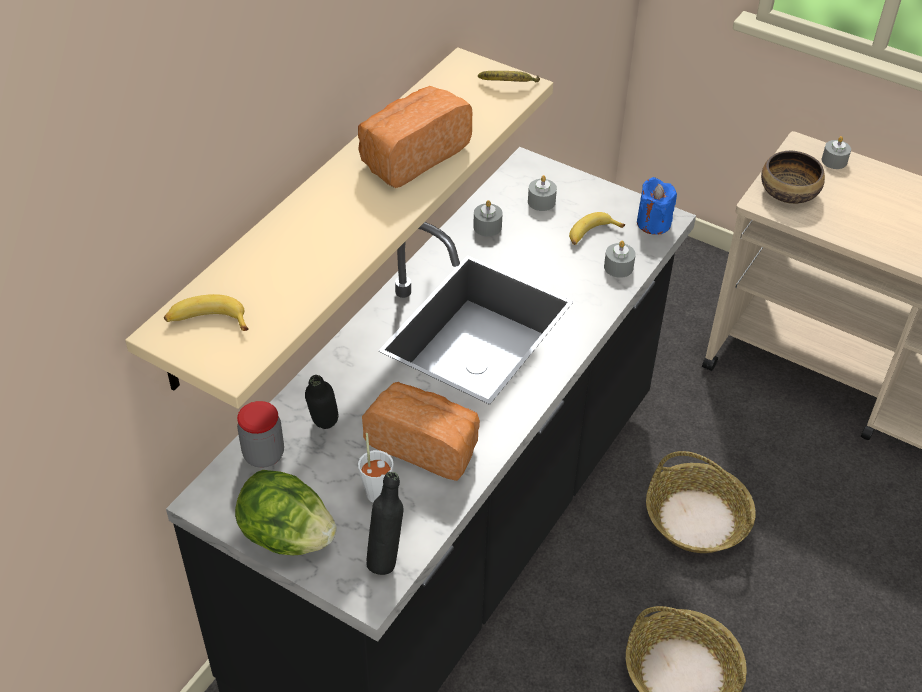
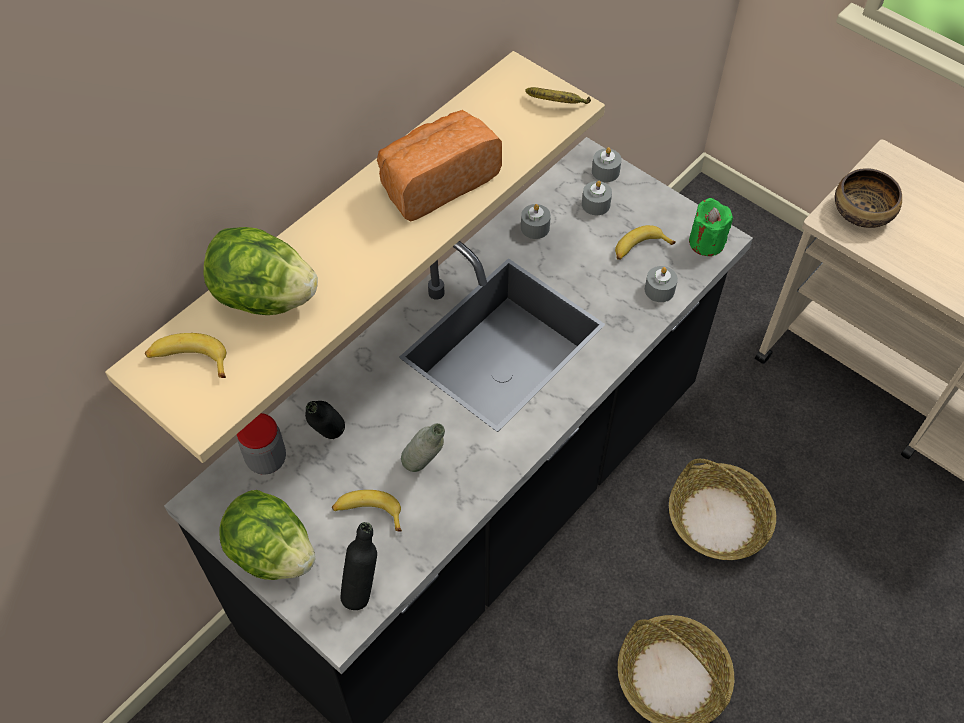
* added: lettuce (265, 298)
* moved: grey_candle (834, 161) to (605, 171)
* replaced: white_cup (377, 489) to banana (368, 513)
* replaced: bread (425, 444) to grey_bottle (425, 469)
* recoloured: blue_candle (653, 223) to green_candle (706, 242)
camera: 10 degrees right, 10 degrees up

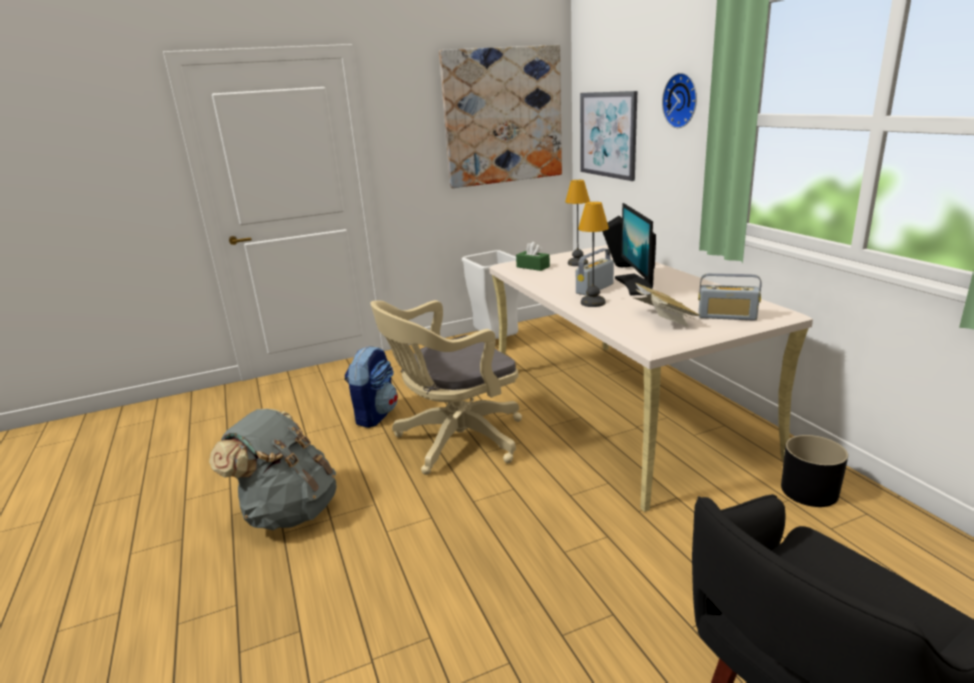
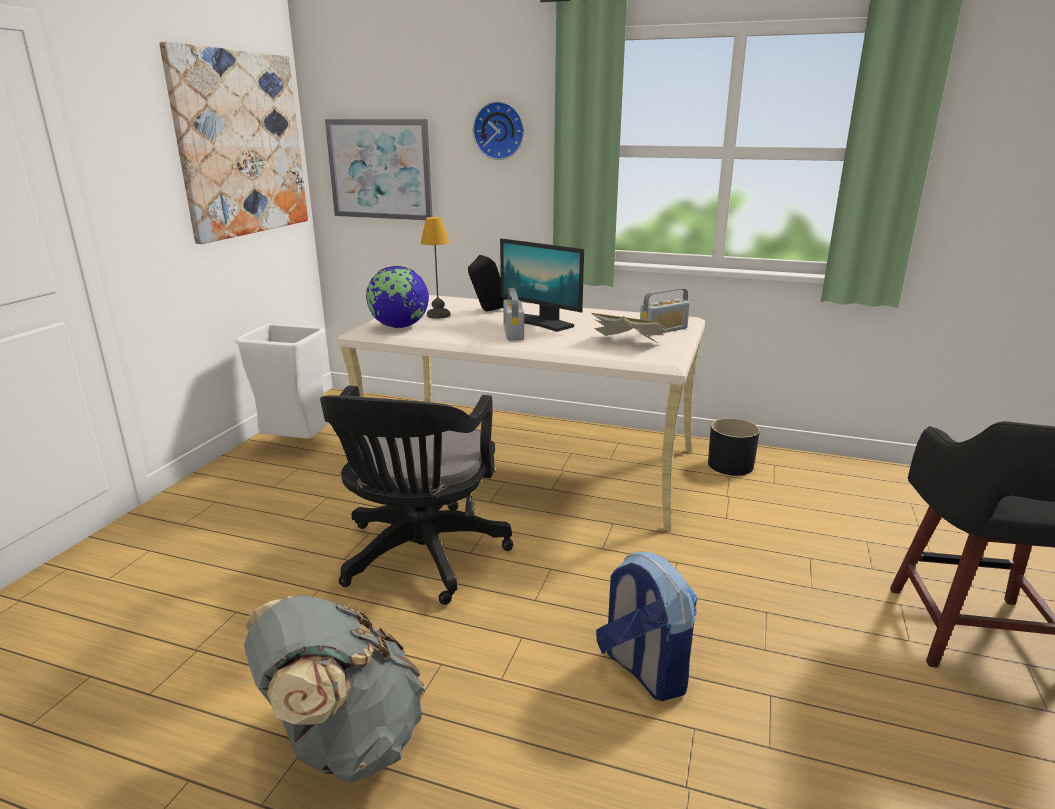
* removed: table_lamp (593, 302)
* moved: backpack (375, 415) to (643, 669)
* replaced: green_tissue_box (533, 267) to globe (399, 327)
* recoloured: beige_office_chair (454, 441) to black_office_chair (420, 558)
camera: 50 degrees left, 0 degrees up

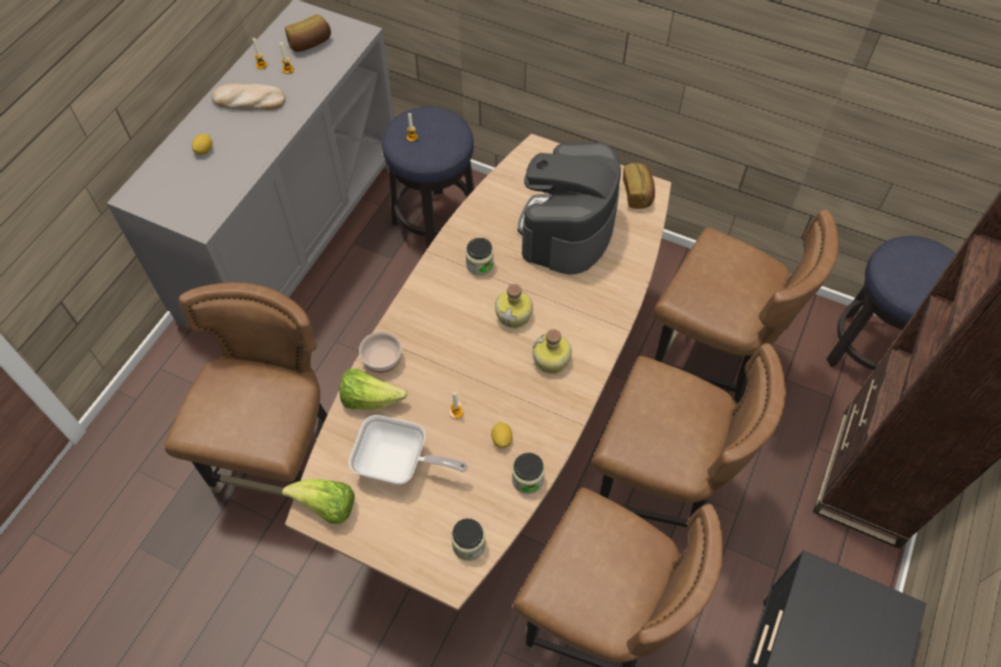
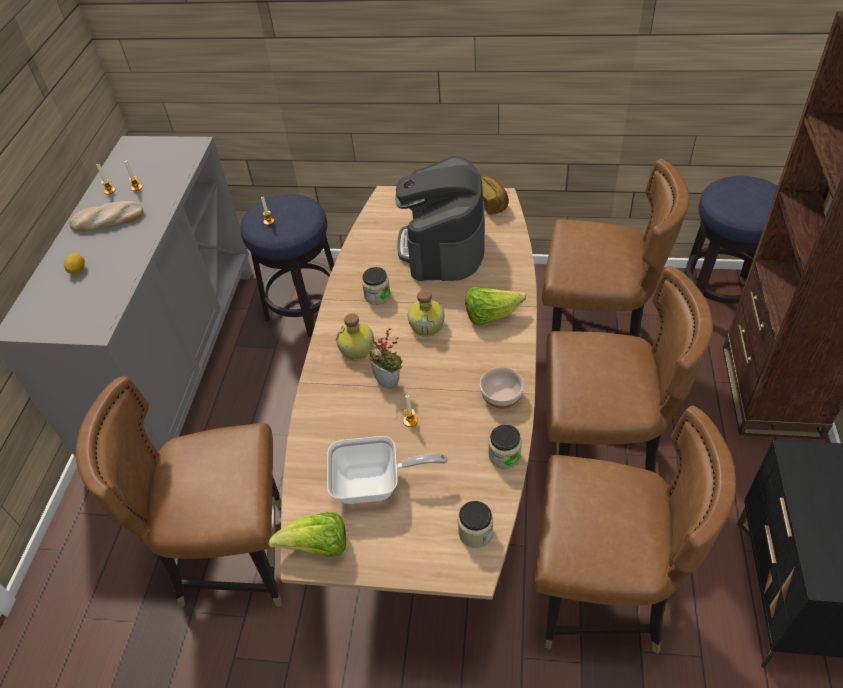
* removed: bread (310, 43)
* removed: lemon (501, 439)
* added: potted_plant (389, 381)
* moved: lettuce (370, 399) to (490, 315)
* moved: bowl (382, 359) to (501, 396)
* moved: bottle (551, 360) to (357, 349)
* turned: brown_chair (282, 461) = (234, 557) 90 degrees counterclockwise
camera: 15 degrees left, 10 degrees down

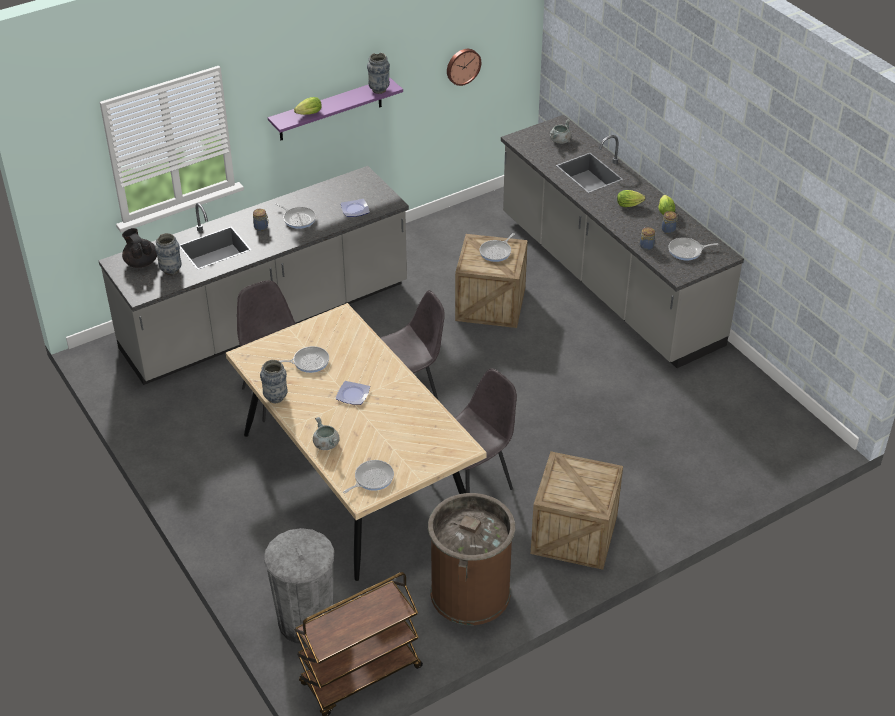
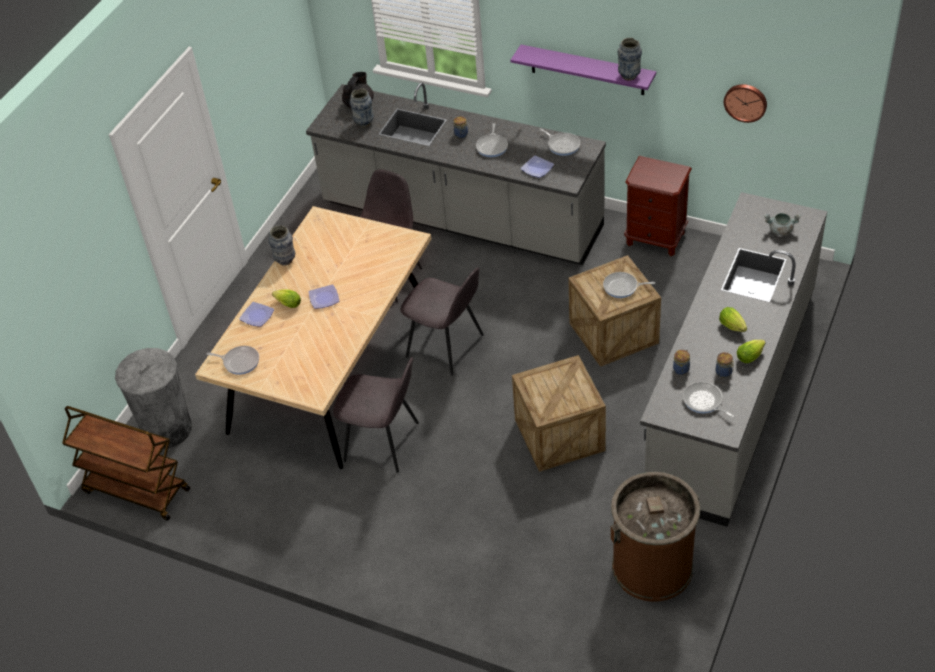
* added: brown_nightstand (655, 238)
* moved: frying_pan (309, 362) to (562, 145)
* moved: lettuce (308, 114) to (287, 304)
* moved: brown_trash_can (470, 592) to (652, 566)
* moved: crate (574, 534) to (559, 435)
* replaced: grey_cooking_pot (326, 444) to plate (257, 315)
camera: 60 degrees right, 5 degrees up

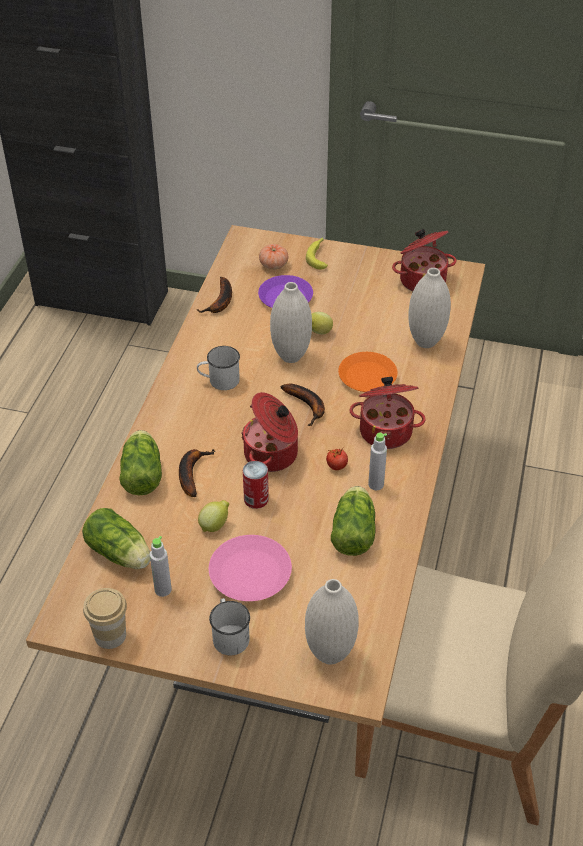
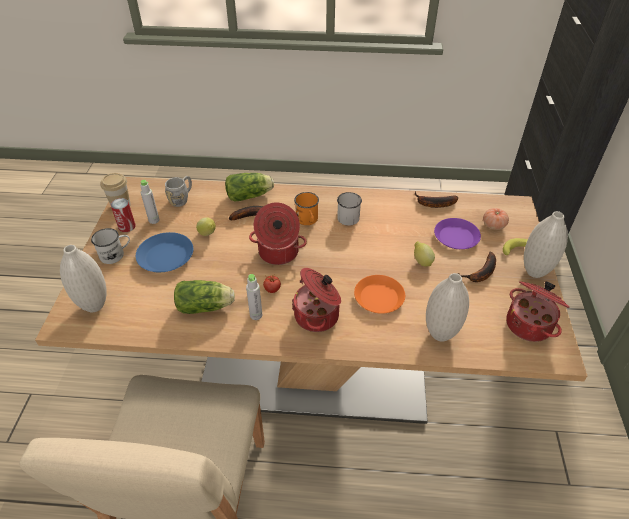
* added: orange_mug (308, 220)
* moved: can (256, 499) to (127, 226)
* moved: white_vase (291, 356) to (534, 272)
* moved: banana (307, 406) to (481, 273)
* replaced: lettuce (121, 554) to grey_mug (182, 199)
* recoloured: pink_plate (249, 574) to blue_plate (166, 256)
camera: 80 degrees right, 0 degrees up

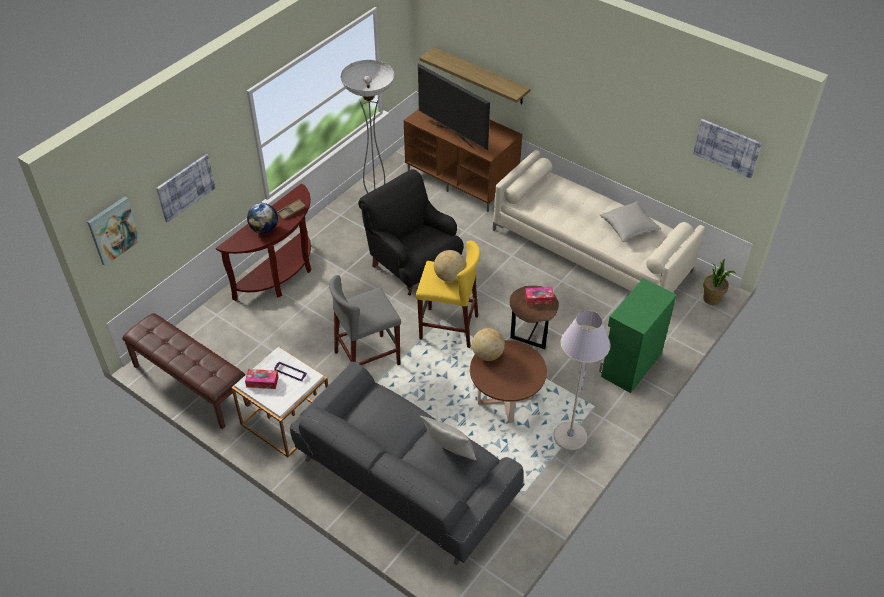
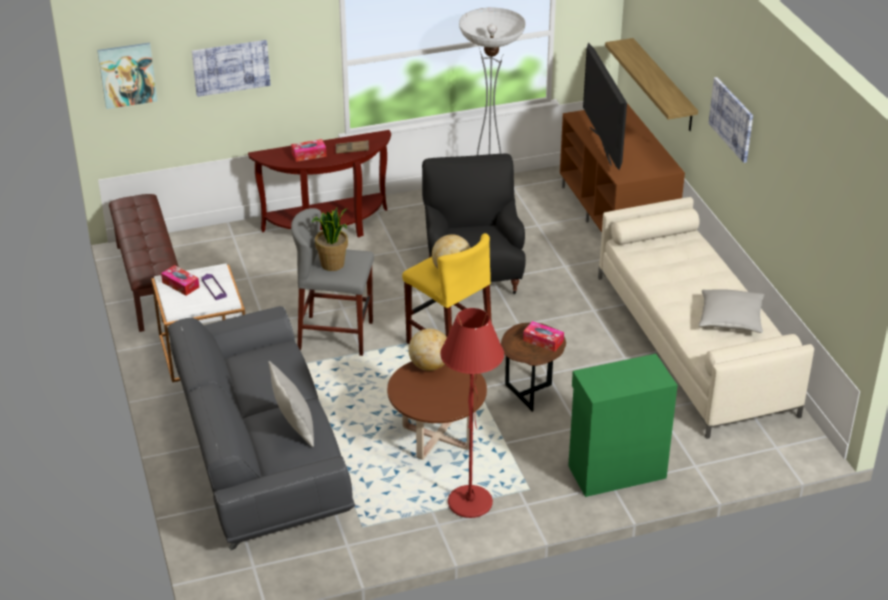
* moved: picture (727, 147) to (732, 119)
* moved: potted_plant (712, 299) to (332, 264)
* replaced: globe (264, 229) to tissue_box (309, 155)
* recoloured: grey_floor_lamp (570, 436) to red_floor_lamp (470, 502)
camera: 35 degrees right, 10 degrees down

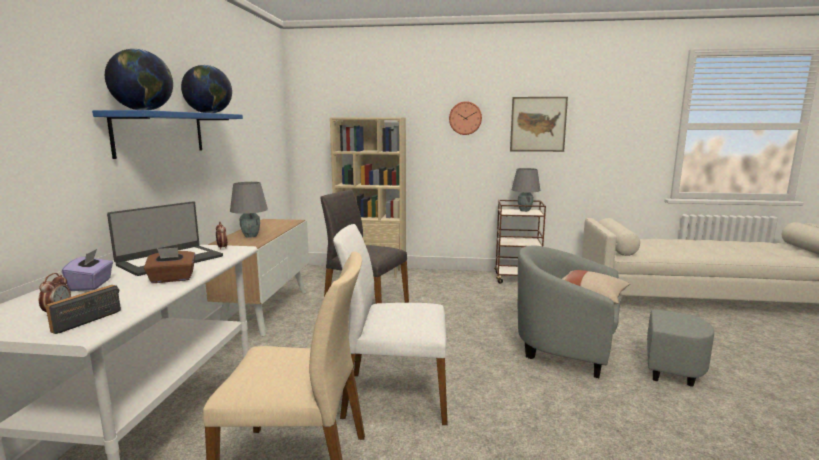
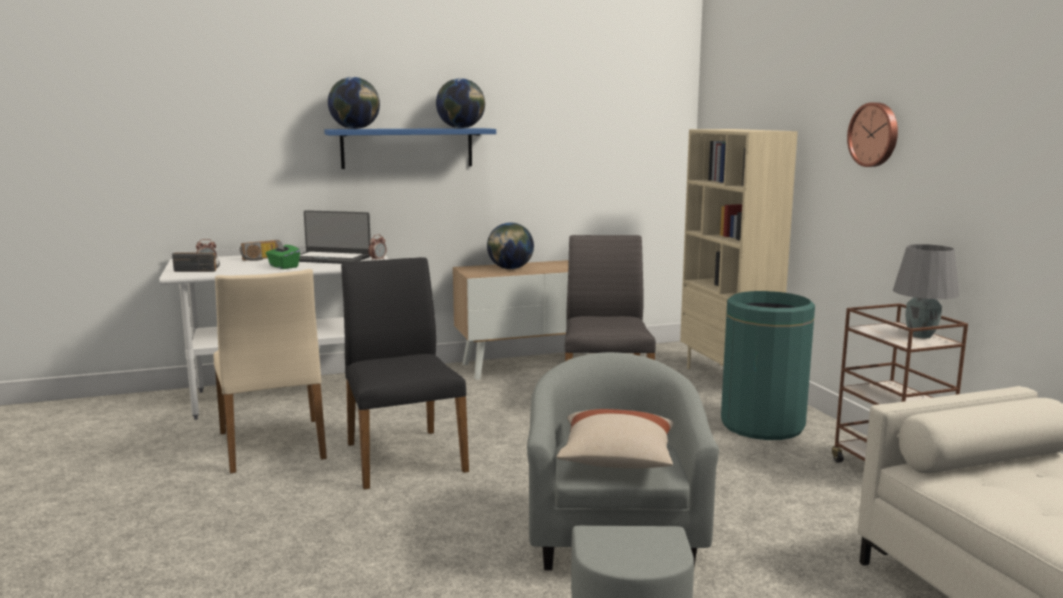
* removed: picture (538, 124)
* added: green_trash_can (762, 425)
* replaced: purple_tissue_box (92, 285) to radio (261, 259)
* replaced: grey_table_lamp (251, 236) to globe (510, 269)
* recoloured: brown_tissue_box (172, 279) to green_tissue_box (283, 266)
* recoloured: white_chair (394, 395) to black_chair (403, 456)
camera: 65 degrees right, 0 degrees up

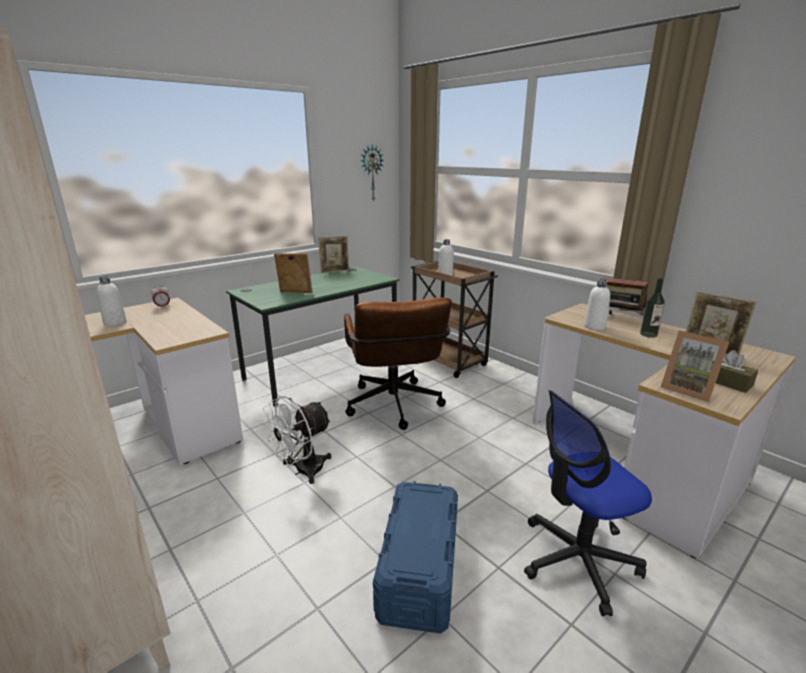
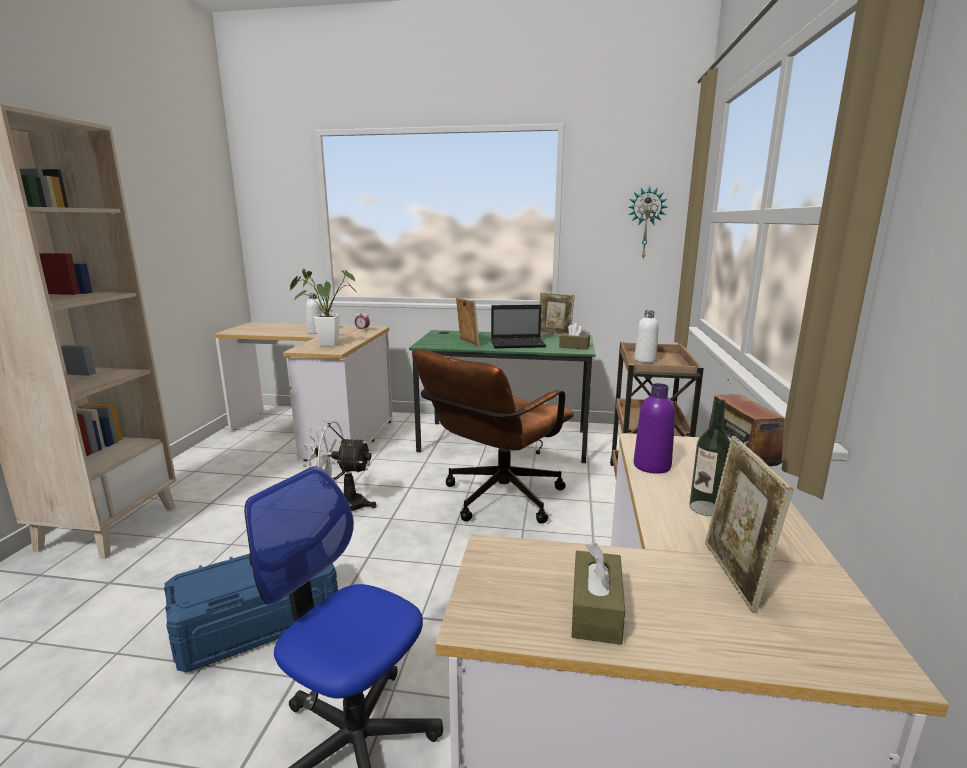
* removed: picture_frame (688, 389)
* added: potted_plant (324, 344)
* added: laptop (519, 344)
* added: brown_tissue_box (574, 347)
* recoloured: white_bottle (594, 327) to purple_bottle (652, 466)
camera: 50 degrees right, 5 degrees down

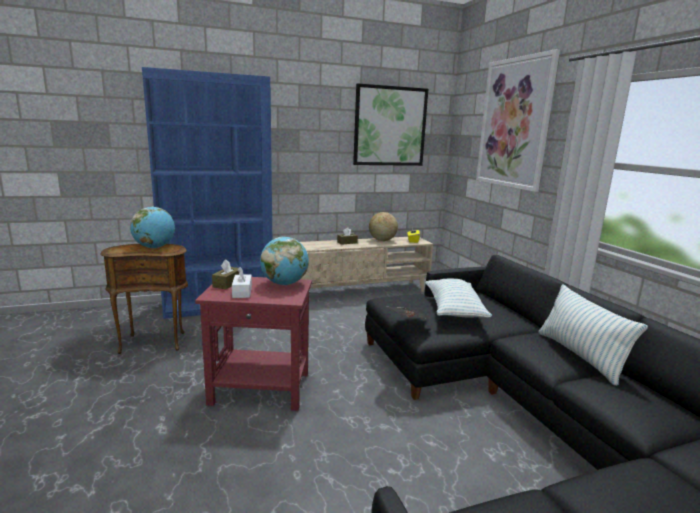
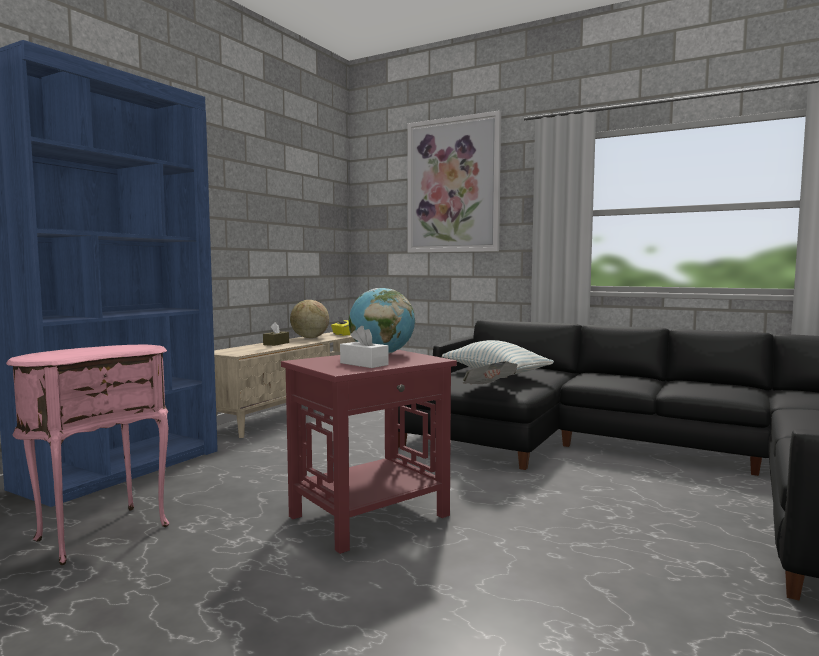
* removed: globe (154, 247)
* removed: brown_tissue_box (227, 283)
* removed: picture (390, 126)
* removed: pillow (580, 356)
* recoloured: brown_side_table (154, 342) to pink_side_table (100, 533)
camera: 40 degrees left, 10 degrees down

